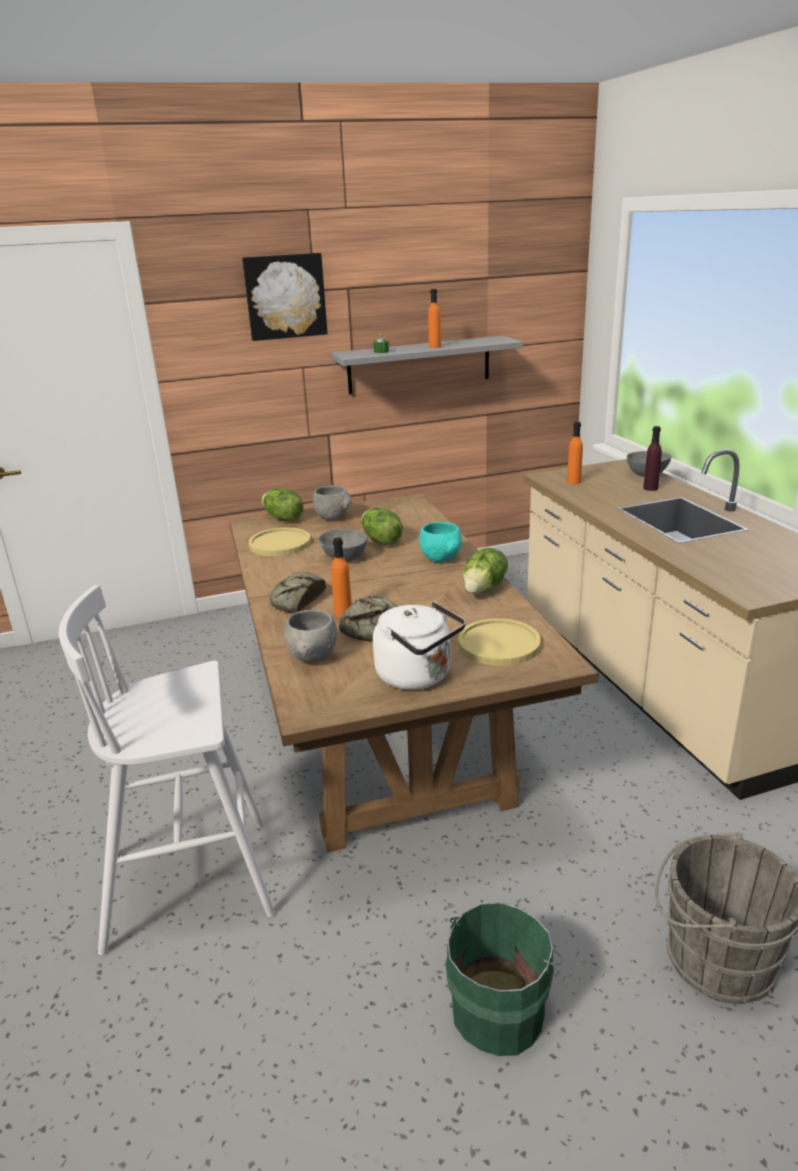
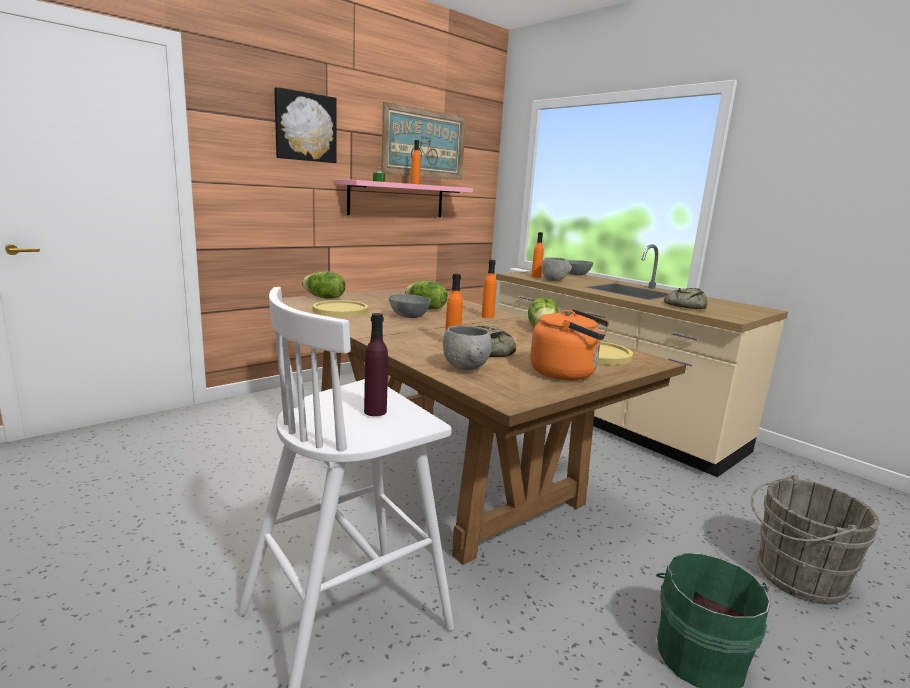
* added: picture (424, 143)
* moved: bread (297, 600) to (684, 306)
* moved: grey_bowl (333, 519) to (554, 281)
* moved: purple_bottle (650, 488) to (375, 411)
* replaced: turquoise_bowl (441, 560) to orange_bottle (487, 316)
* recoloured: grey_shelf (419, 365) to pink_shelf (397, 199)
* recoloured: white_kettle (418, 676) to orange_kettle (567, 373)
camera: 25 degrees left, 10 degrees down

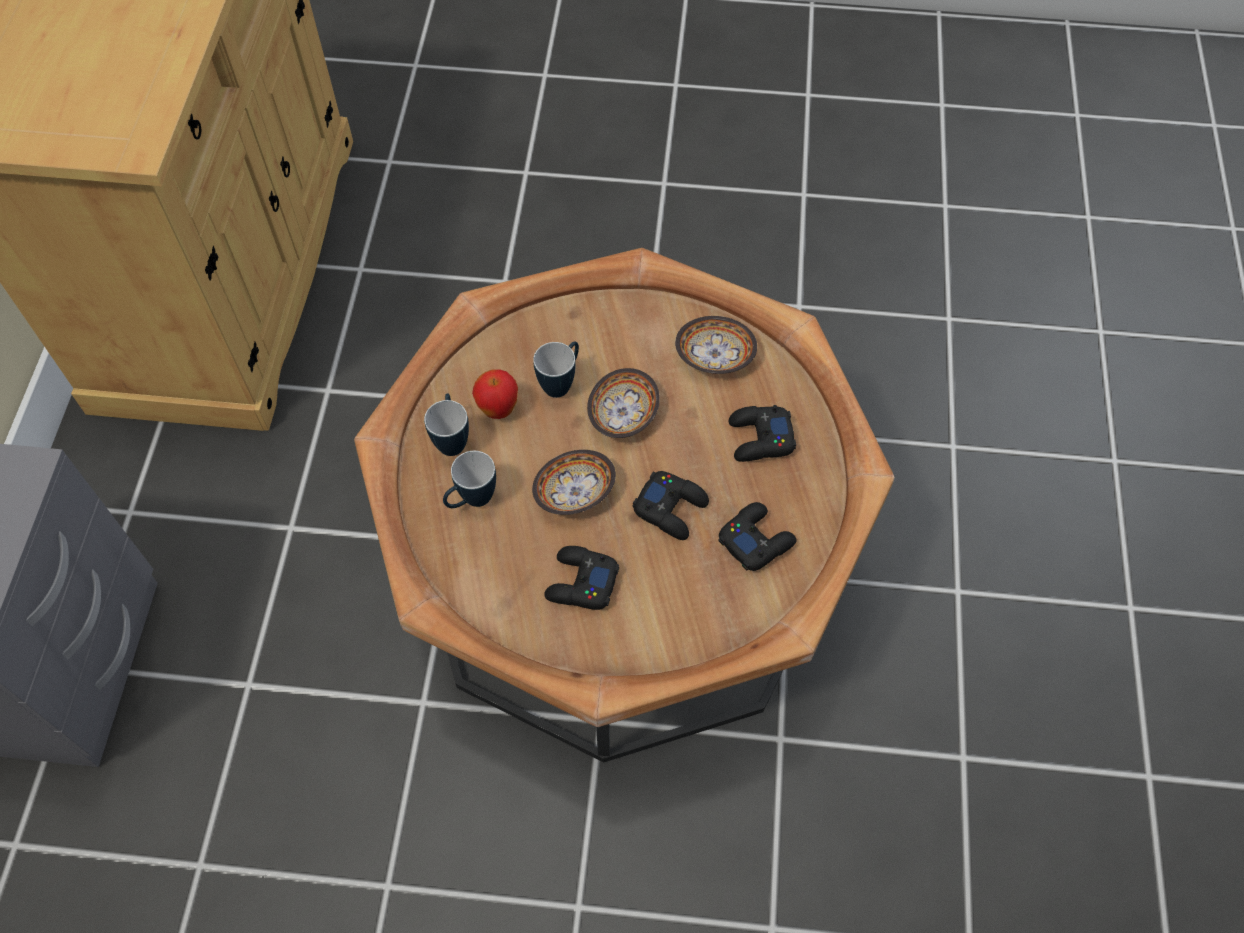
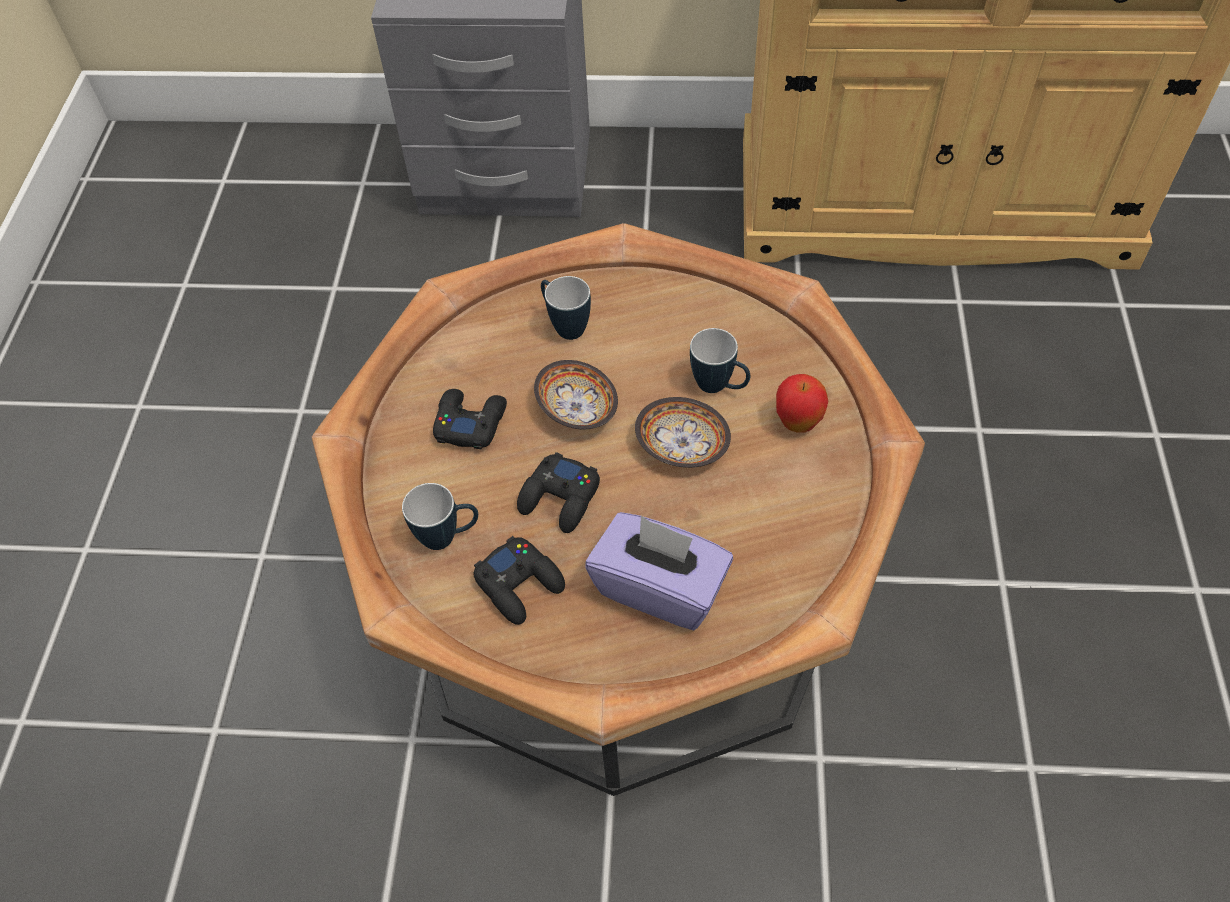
* removed: bowl (714, 357)
* moved: mug (452, 439) to (448, 537)
* moved: apple (498, 410) to (797, 423)
* replaced: black_game_controller (760, 439) to purple_tissue_box (660, 587)
camera: 90 degrees right, 5 degrees down

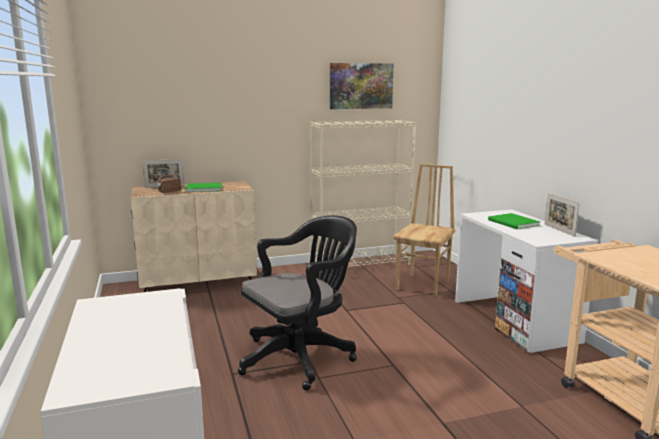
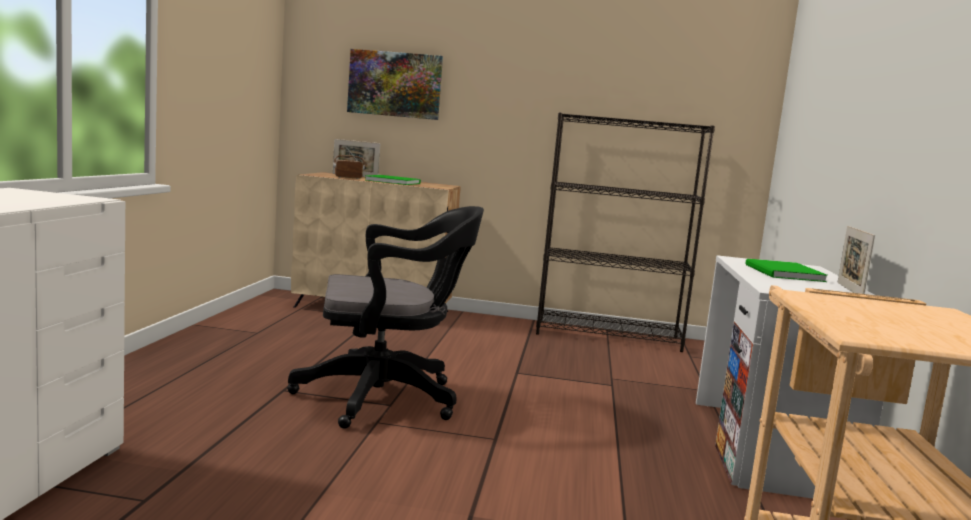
* removed: brown_chair (424, 285)
* moved: picture (361, 86) to (395, 84)
* recoloured: beige_bookcase (360, 264) to black_bookcase (608, 336)
camera: 25 degrees right, 5 degrees down

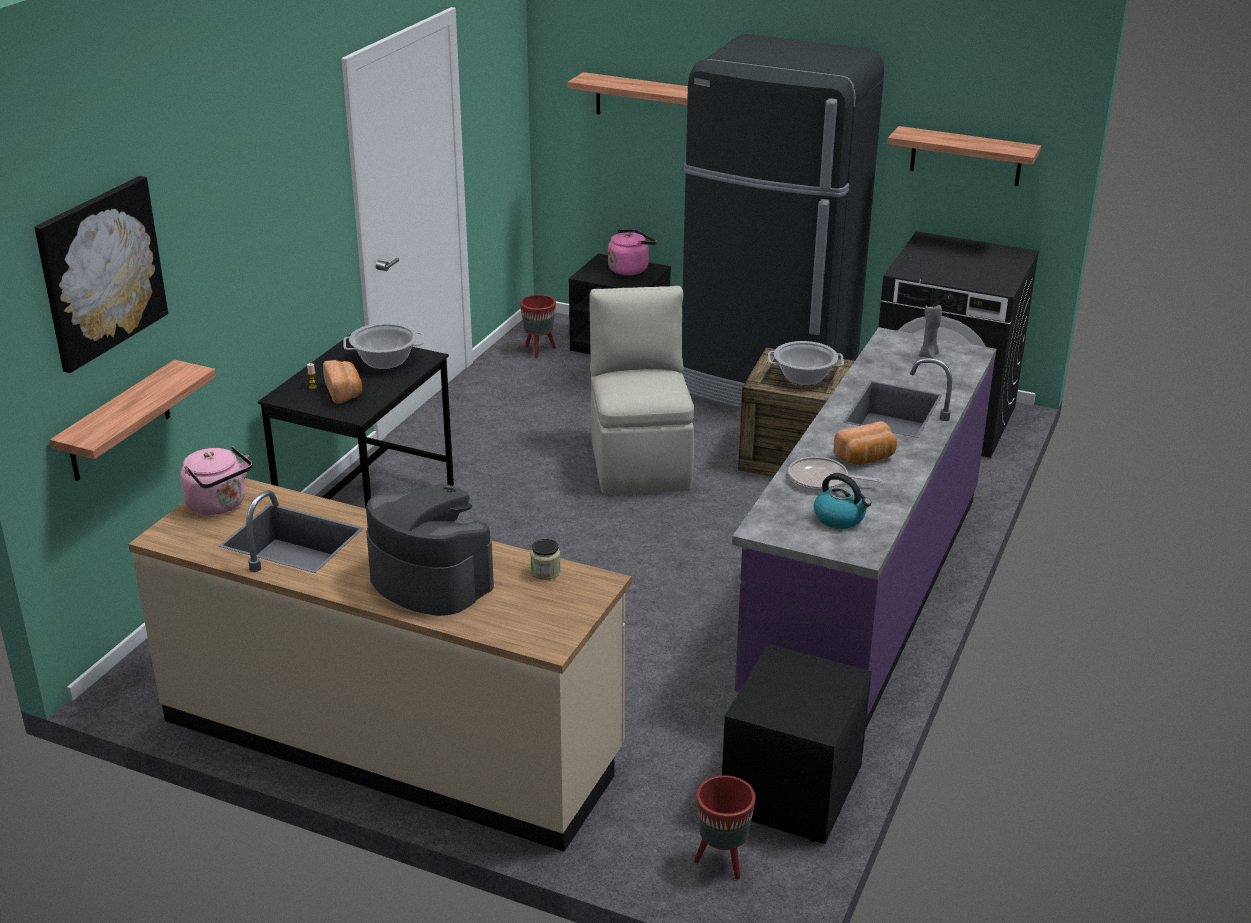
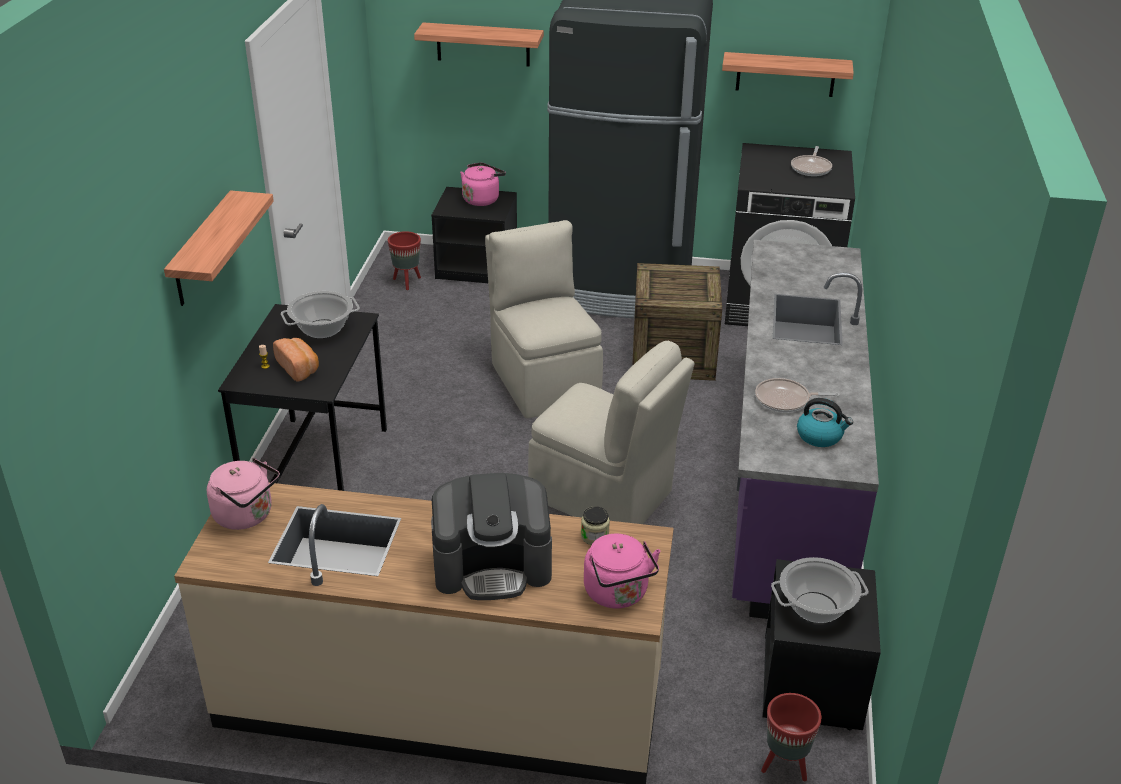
* removed: picture (100, 272)
* removed: bread (866, 458)
* removed: grey_candle (928, 355)
* added: beige_chair (604, 496)
* added: pink_kettle (618, 594)
* added: frying_pan (811, 168)
* moved: shelf (119, 422) to (202, 250)
* moved: cooking_pot (804, 377) to (816, 607)
* turned: coffee_machine (430, 580) = (493, 565) 150 degrees clockwise
camera: 15 degrees left, 5 degrees up

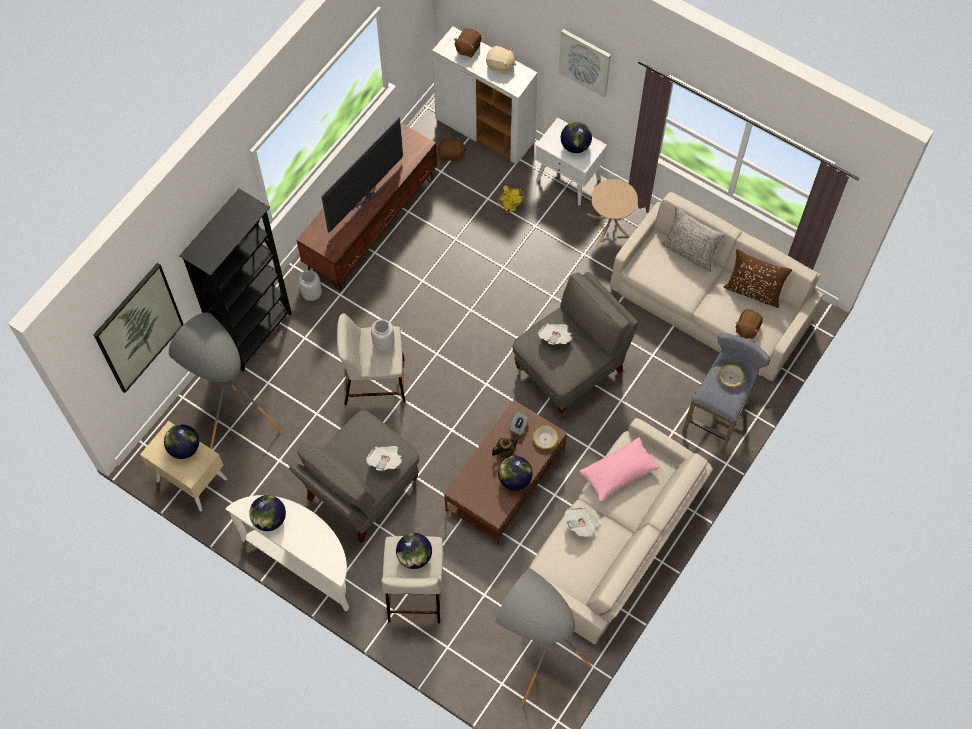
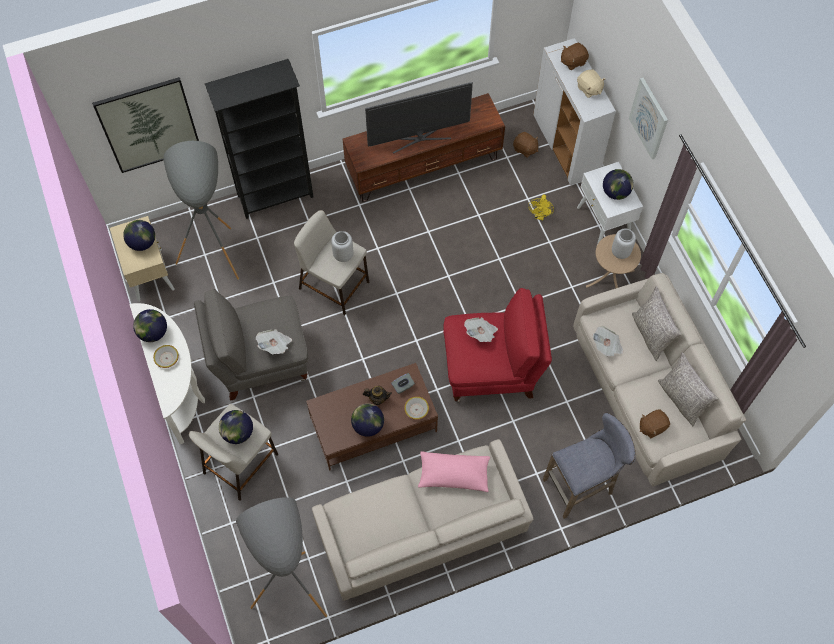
* moved: grey_vase (312, 293) to (621, 252)
* moved: newspaper (582, 525) to (607, 346)
* moved: bowl (730, 378) to (166, 358)
* recoloured: grey_armchair (570, 368) to red_armchair (491, 370)
* recoloured: brown_pillow (753, 291) to grey_pillow (681, 399)
camera: 35 degrees right, 0 degrees up

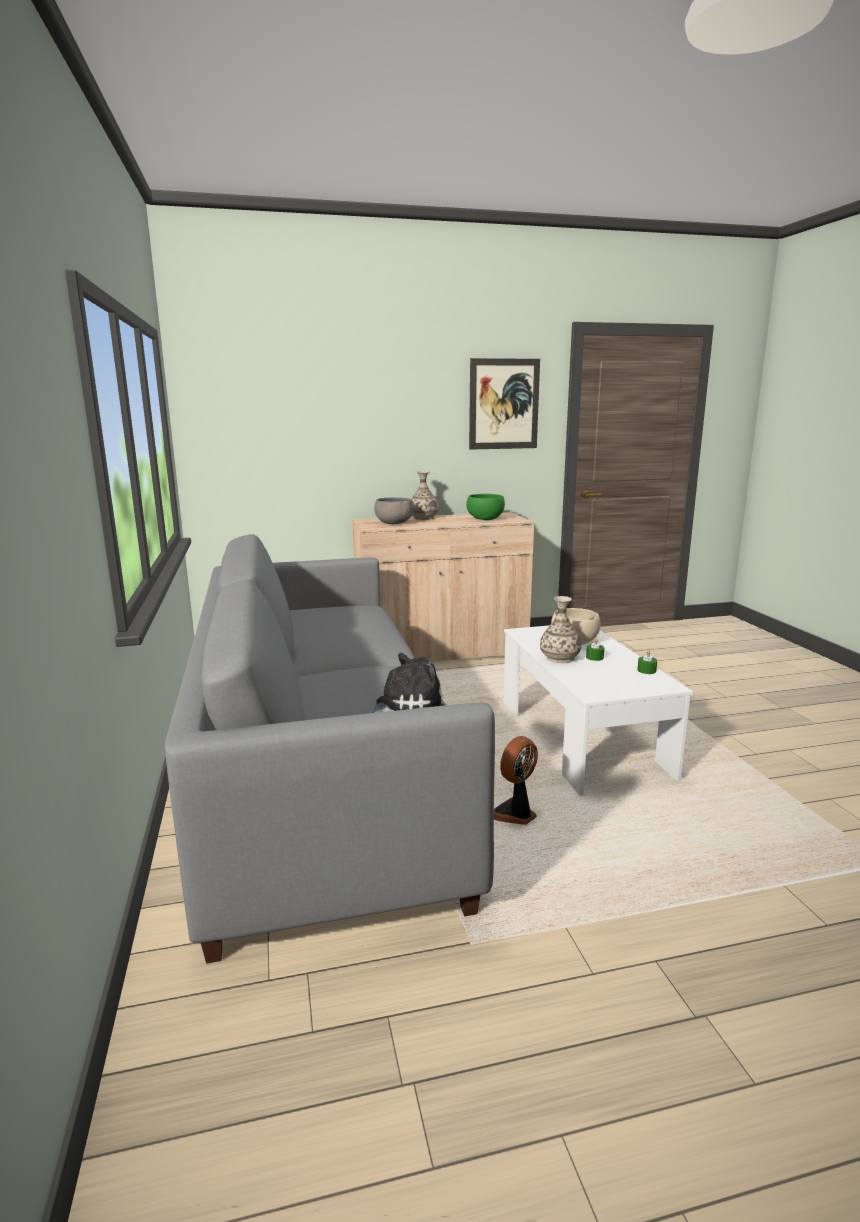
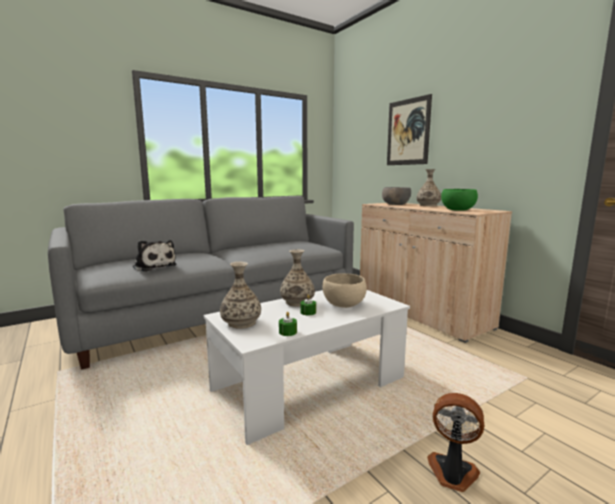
* added: vase (241, 323)
* moved: picture (504, 404) to (408, 132)
* moved: fan (515, 814) to (452, 474)
camera: 70 degrees right, 5 degrees down

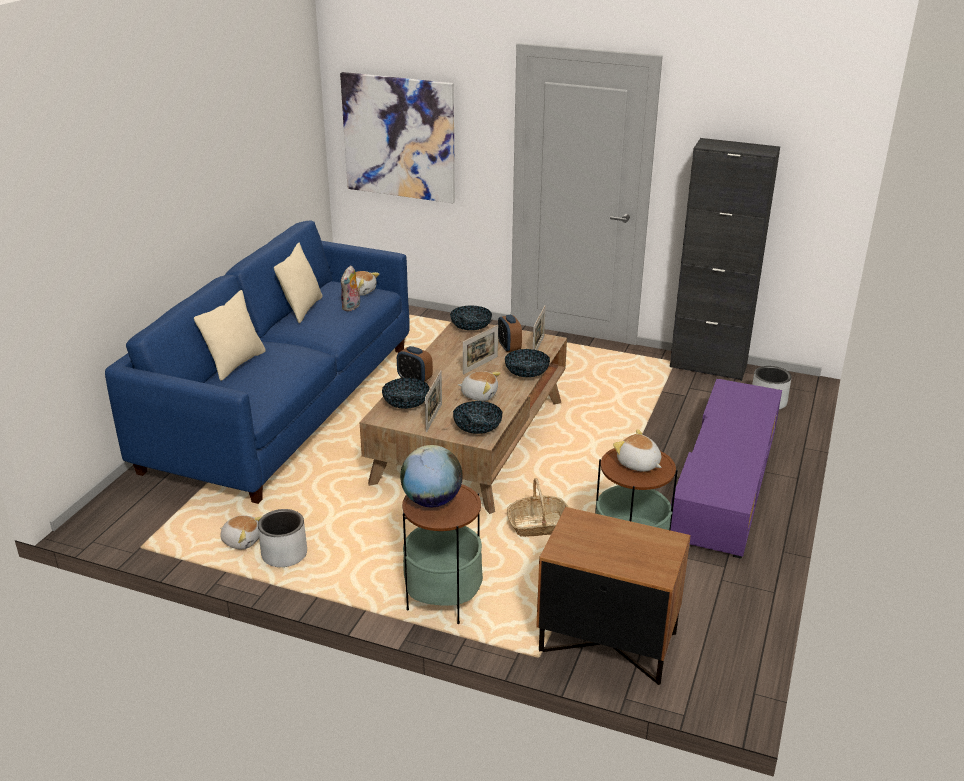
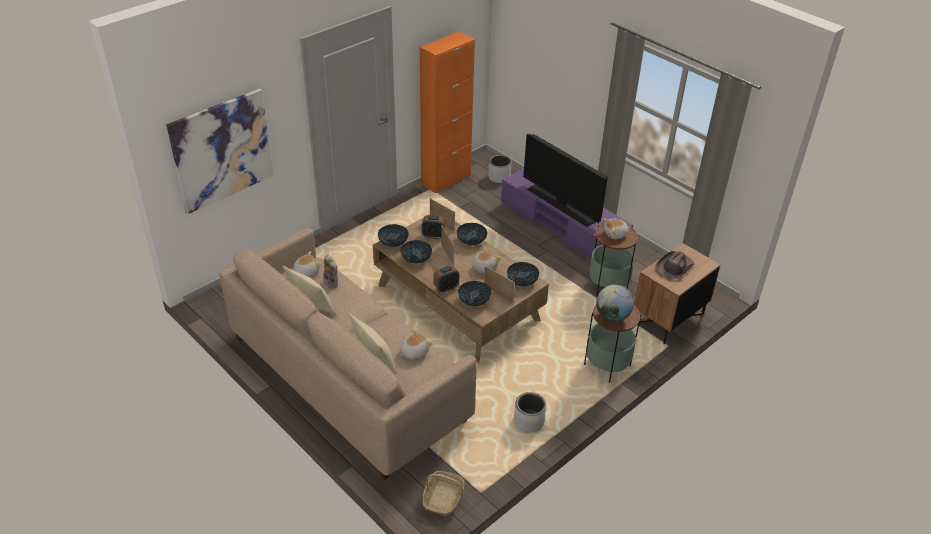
* added: bowl (416, 258)
* added: television (561, 205)
* added: brown_hat (674, 267)
* moved: plush_toy (242, 540) to (414, 352)
* moved: basket (538, 525) to (443, 498)
* recoloured: blue_sofa (283, 406) to beige_sofa (347, 378)
* recoloured: black_cabinet (708, 367) to orange_cabinet (446, 180)
camera: 65 degrees left, 10 degrees up

